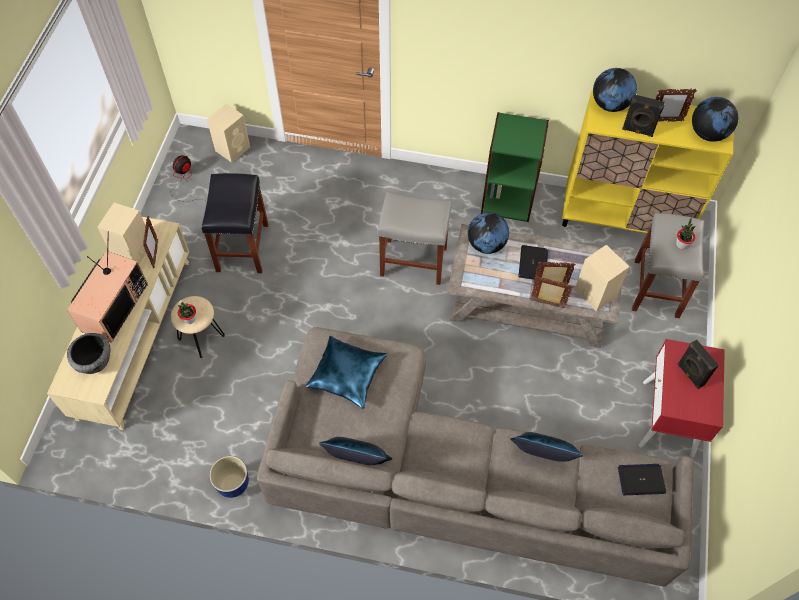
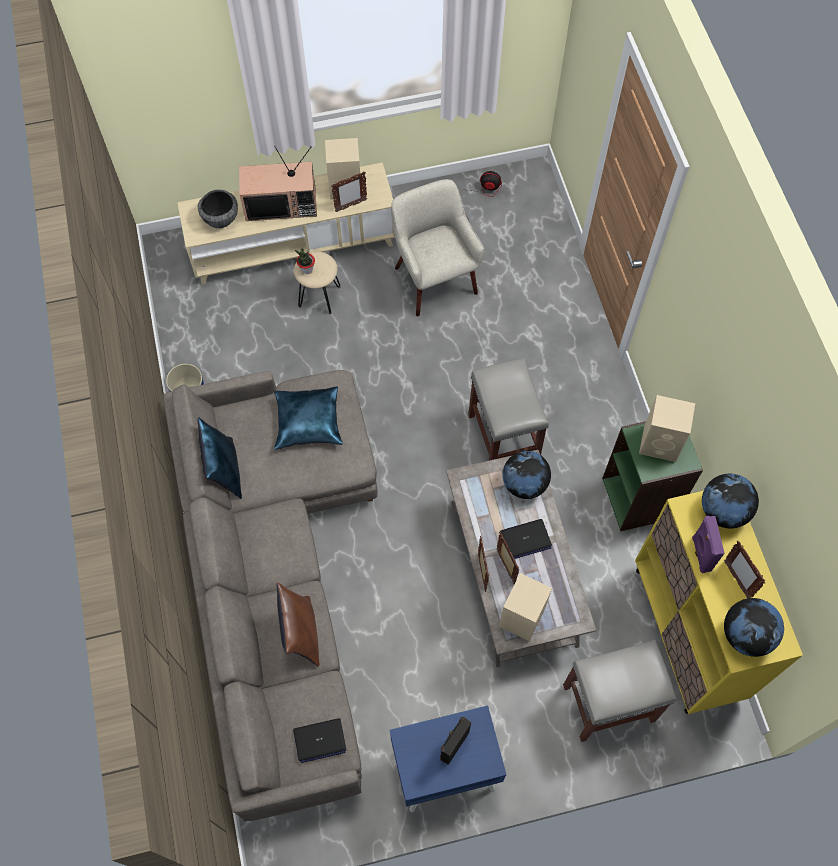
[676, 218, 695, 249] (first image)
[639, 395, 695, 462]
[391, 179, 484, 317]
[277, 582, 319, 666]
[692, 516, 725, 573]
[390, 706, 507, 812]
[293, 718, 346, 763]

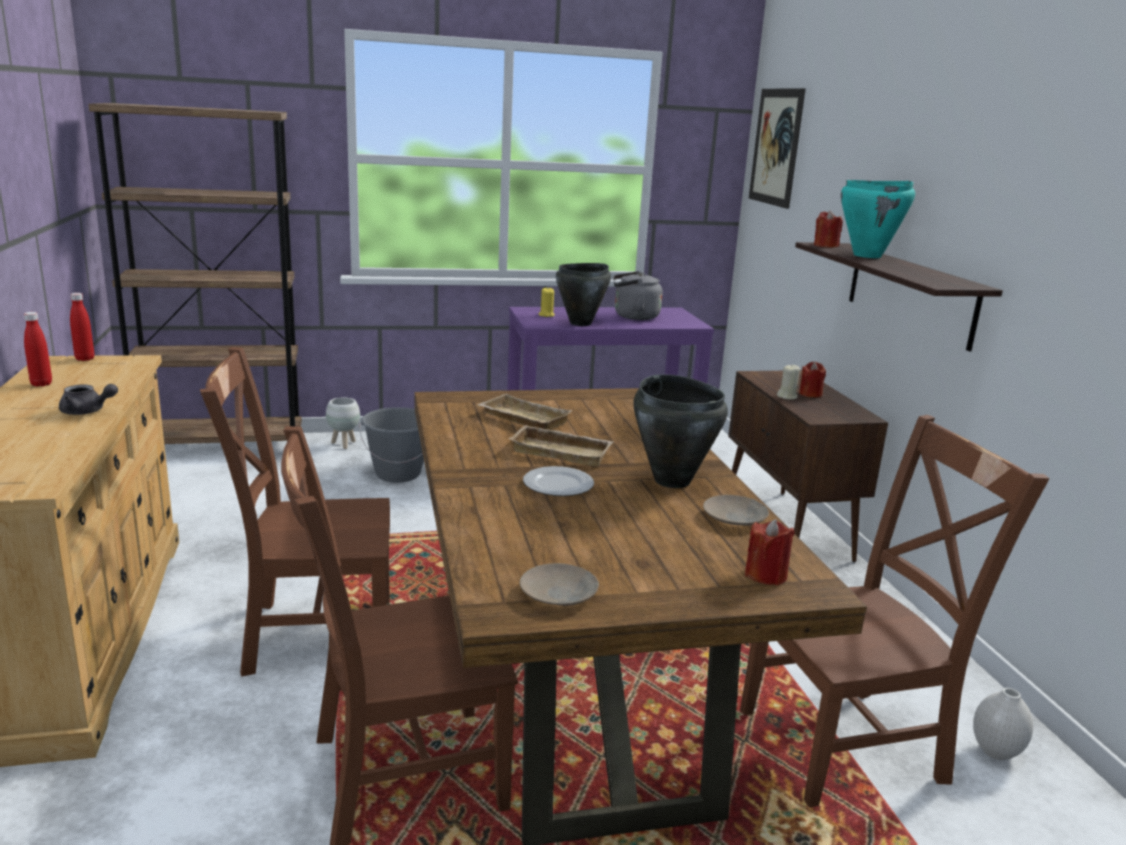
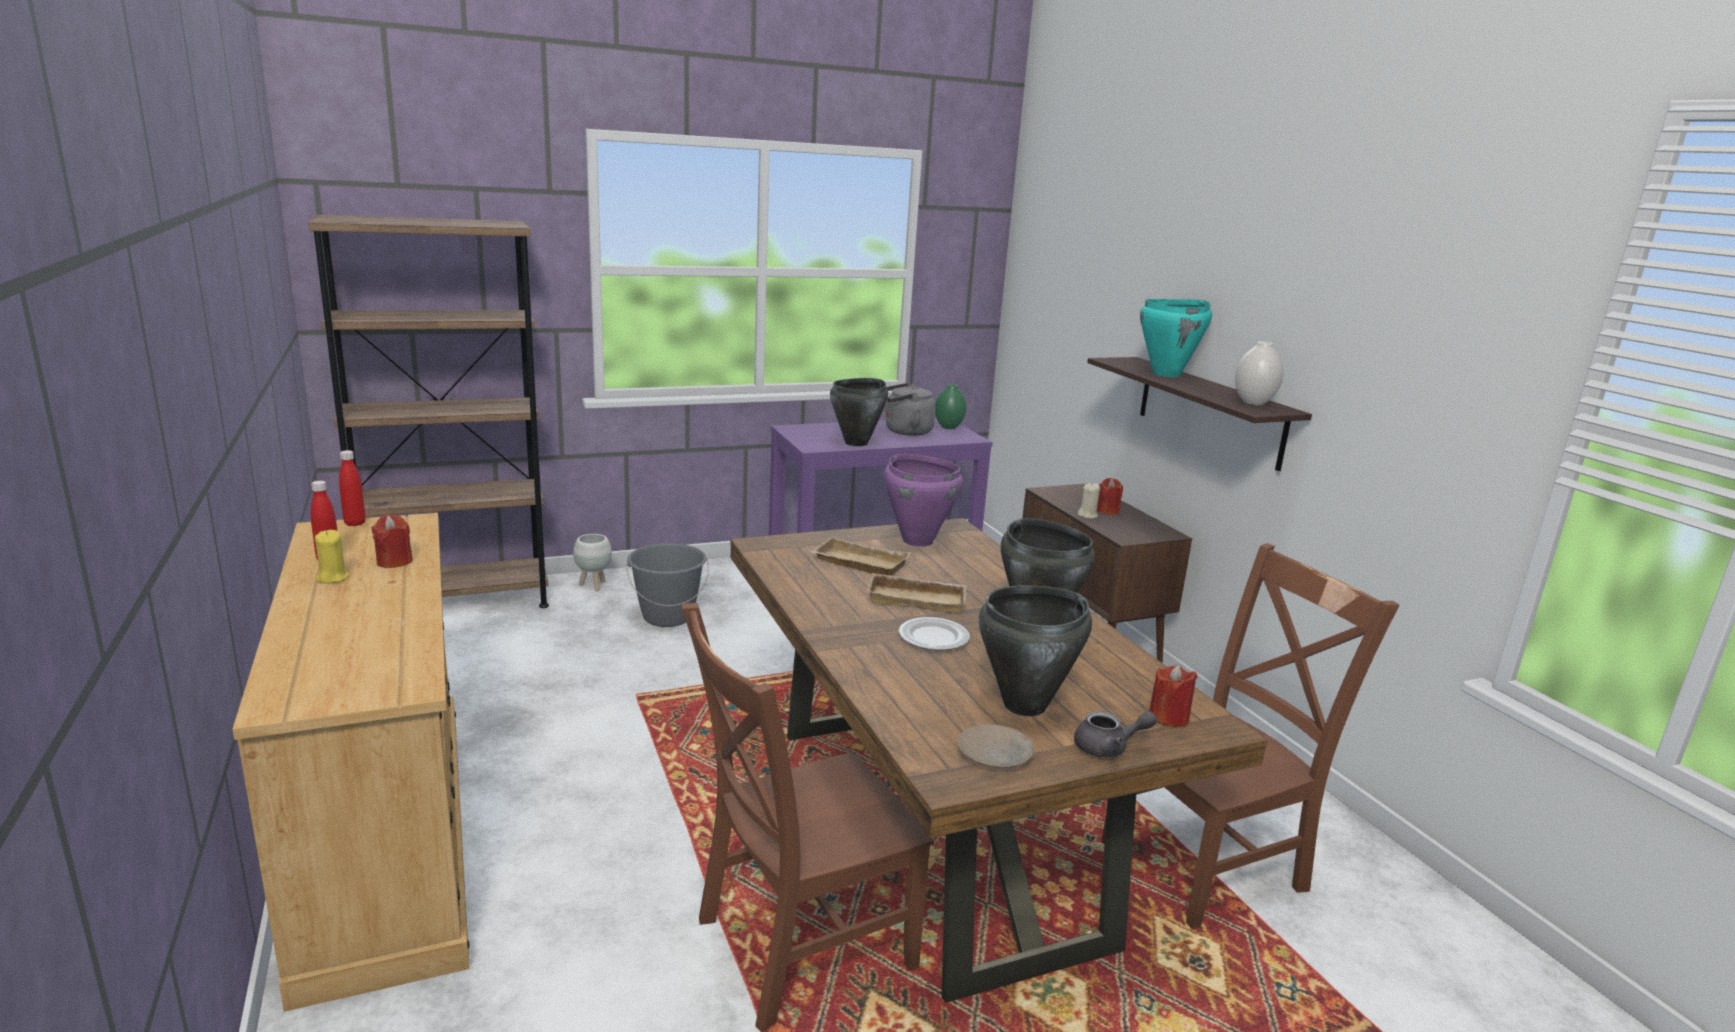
[200, 347, 390, 676] (first image)
[703, 495, 769, 526] (first image)
[749, 88, 806, 209] (first image)
[884, 454, 963, 547]
[935, 384, 966, 429]
[979, 585, 1092, 716]
[1074, 711, 1157, 757]
[315, 530, 349, 584]
[371, 515, 413, 568]
[1235, 341, 1284, 405]

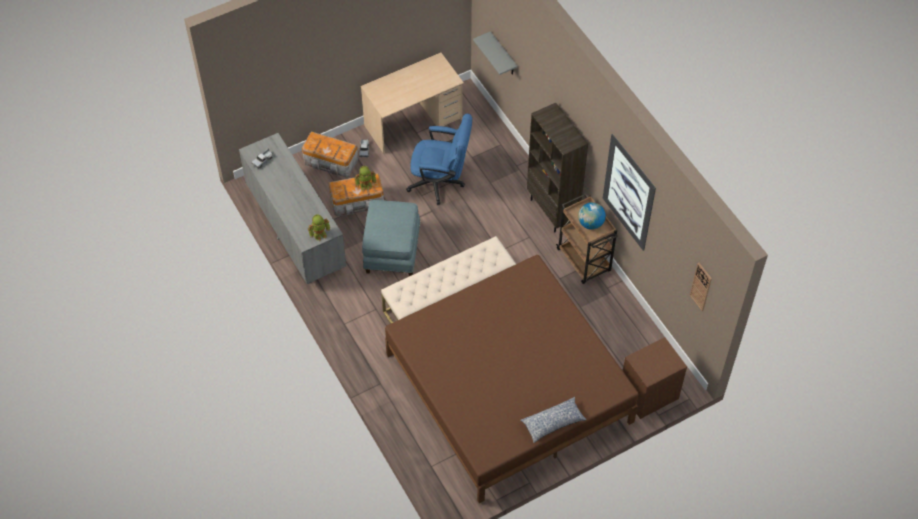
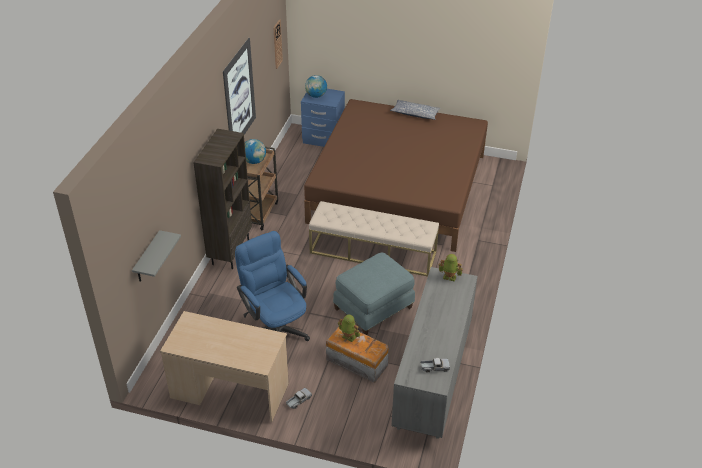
[302, 131, 358, 178] (first image)
[305, 75, 327, 98]
[301, 89, 345, 147]

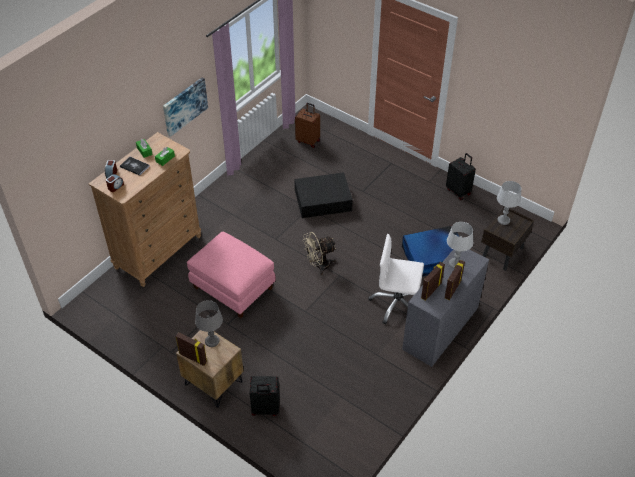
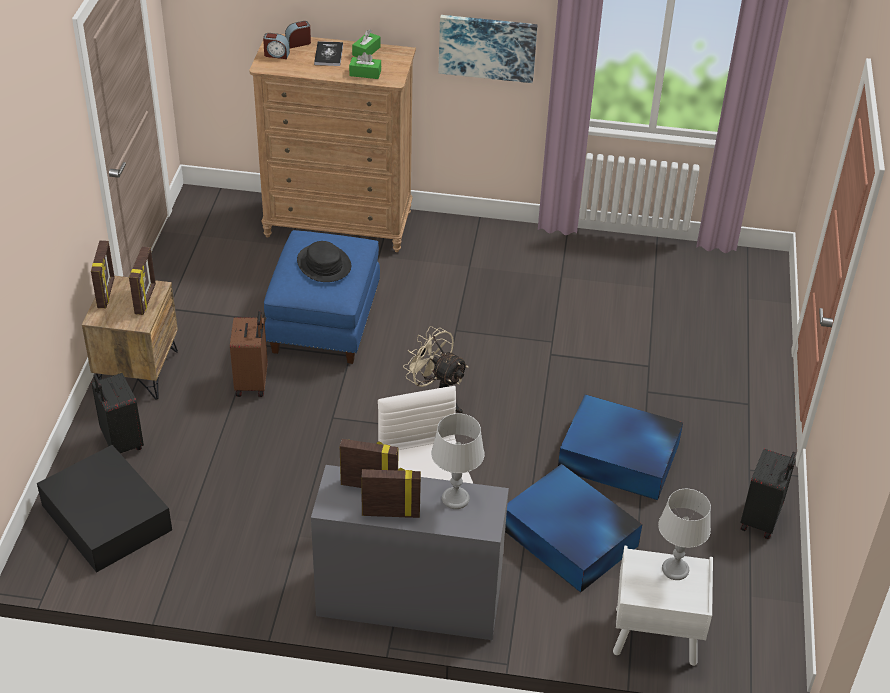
[297, 241, 351, 282]
[558, 394, 683, 500]
[230, 311, 268, 397]
[37, 445, 172, 573]
[129, 247, 156, 315]
[264, 230, 380, 364]
[613, 545, 713, 666]

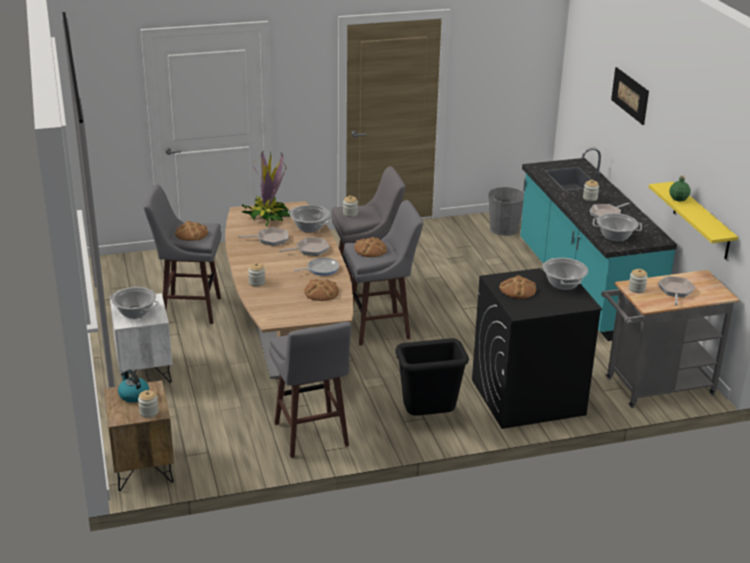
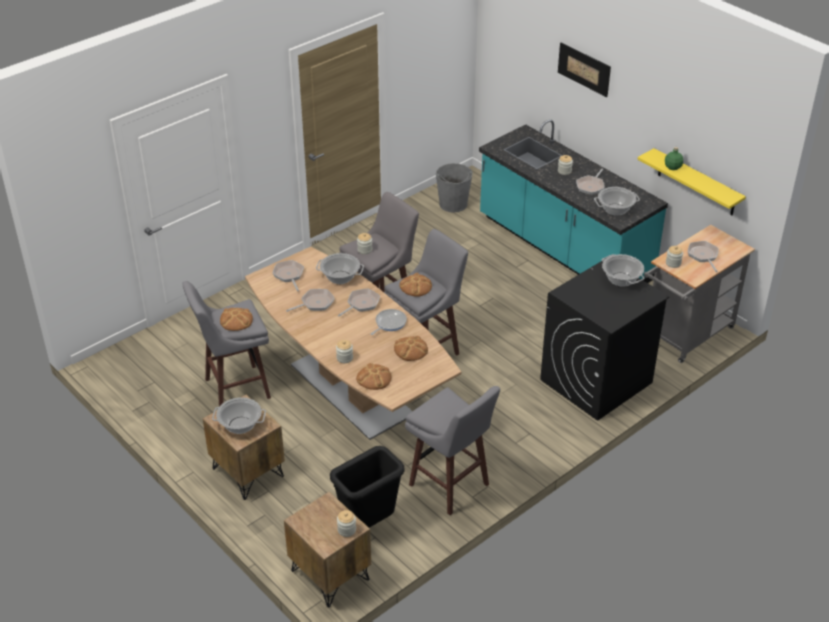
[118, 369, 149, 402] (first image)
[330, 446, 404, 528]
[356, 363, 391, 390]
[272, 260, 304, 291]
[203, 395, 285, 500]

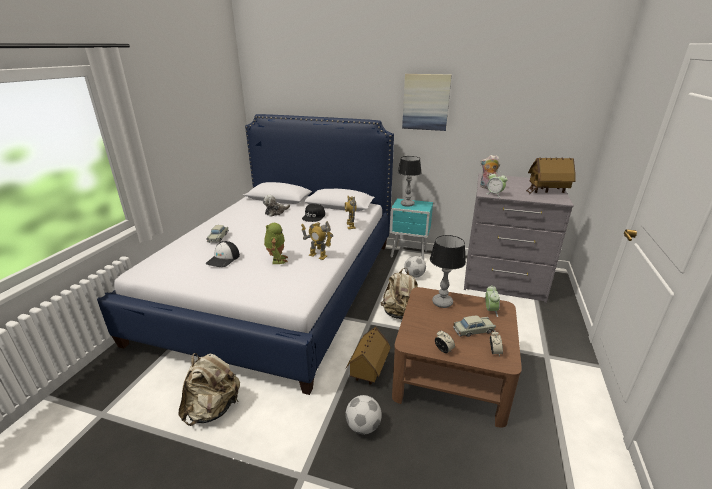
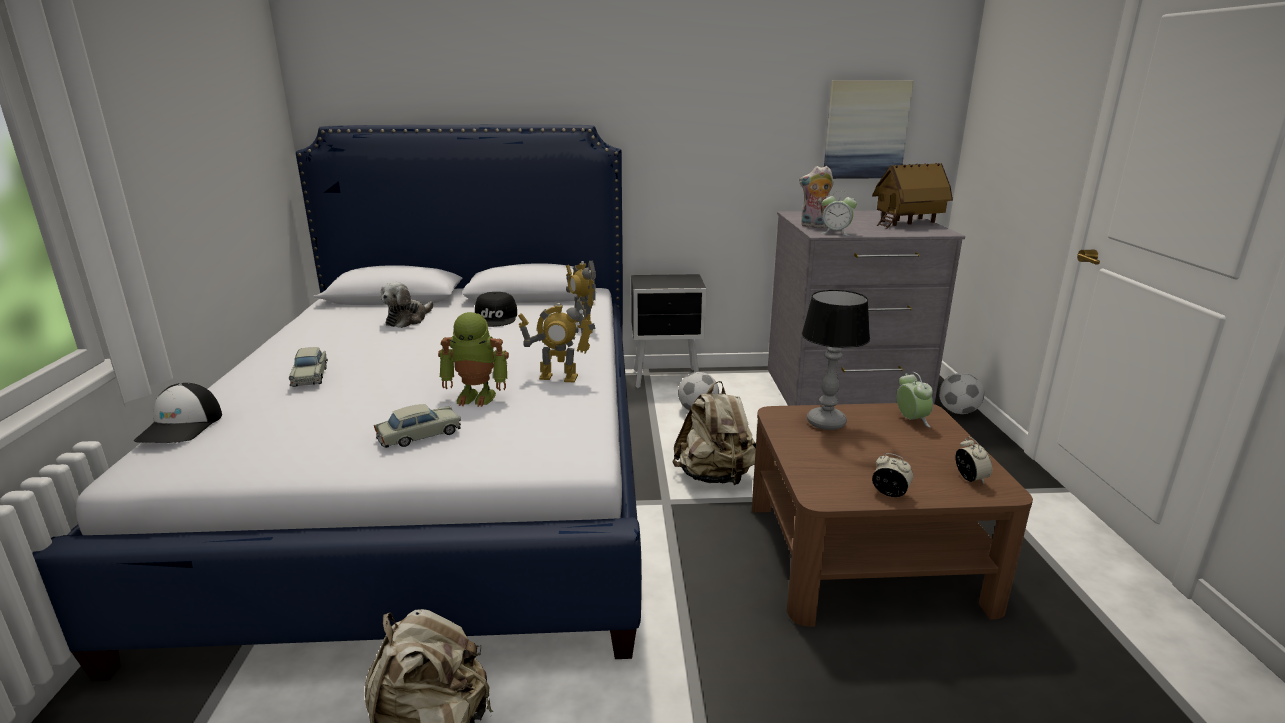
[346, 327, 391, 384] (first image)
[398, 156, 421, 207] (first image)
[134, 383, 222, 443]
[939, 373, 984, 414]
[824, 81, 914, 179]
[374, 404, 461, 448]
[631, 274, 706, 388]
[438, 312, 509, 407]

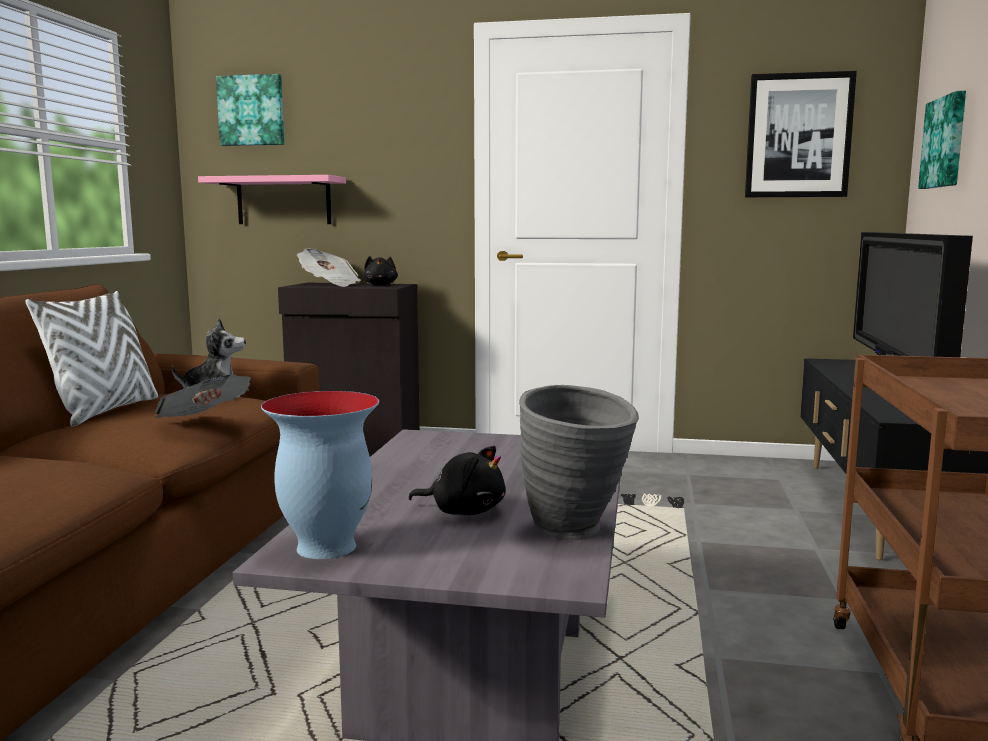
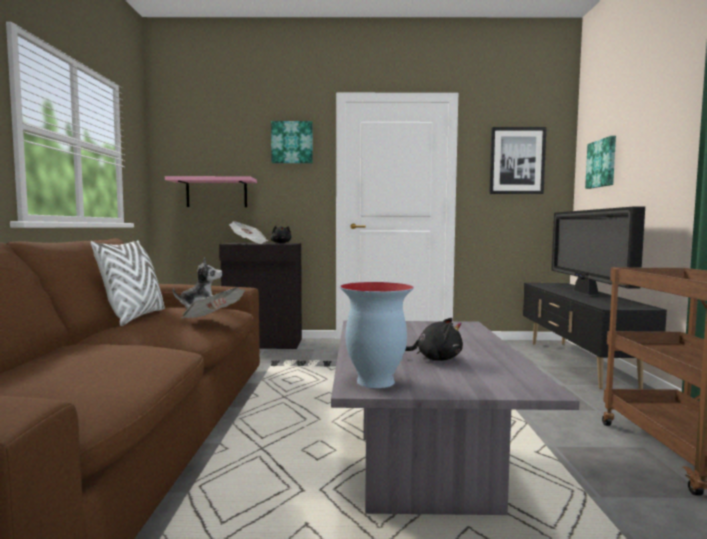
[519, 385, 639, 540] (first image)
[271, 121, 313, 164]

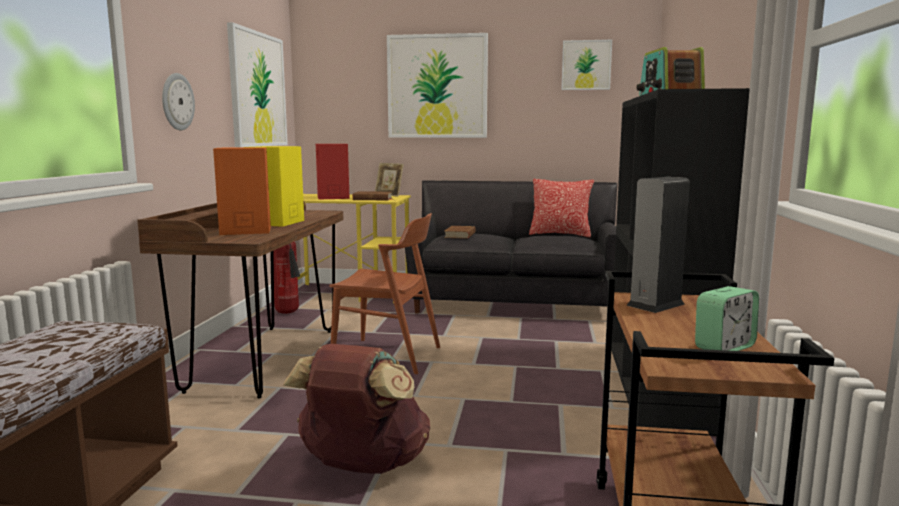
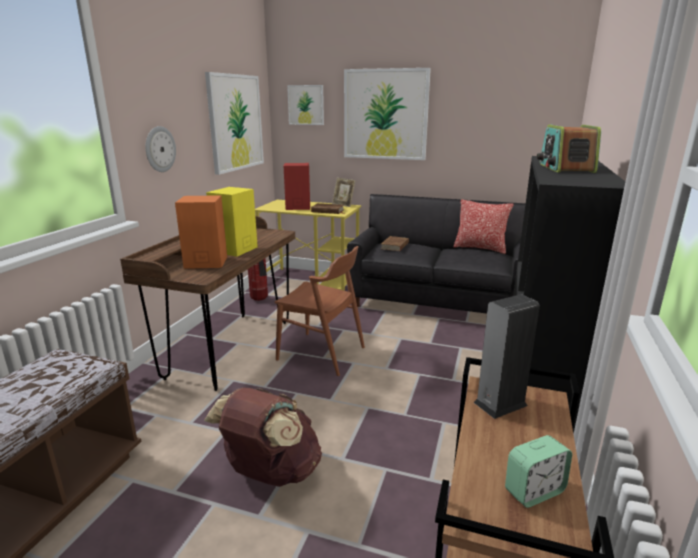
[287, 85, 324, 125]

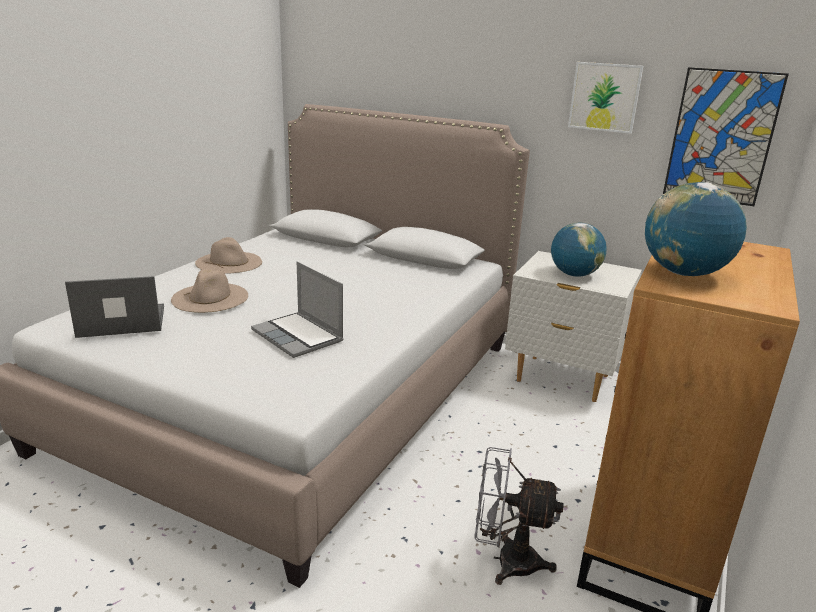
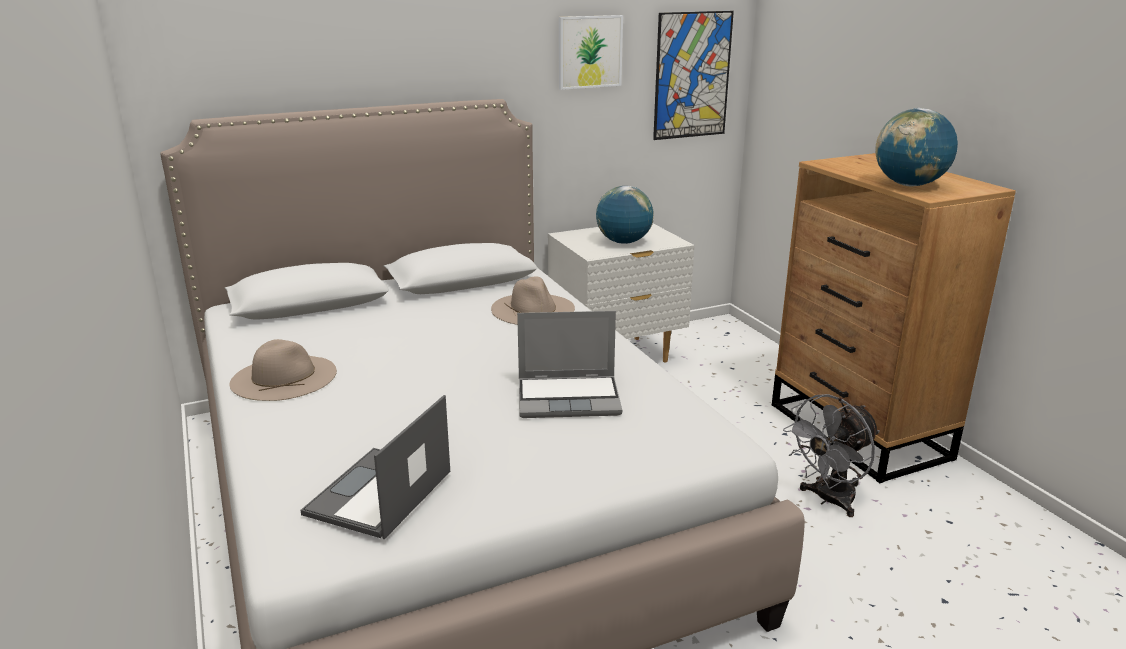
[491, 276, 575, 325]

